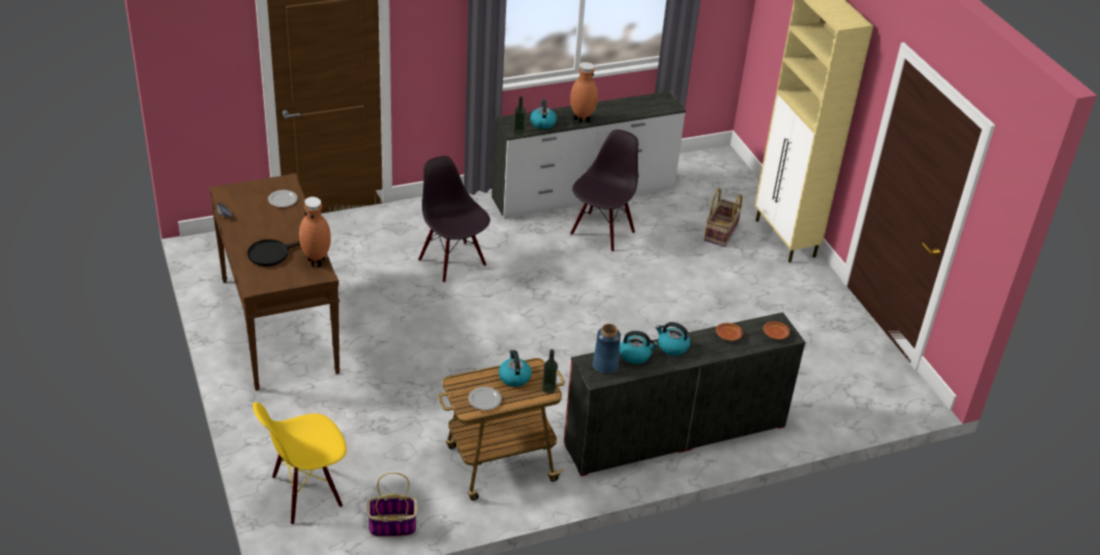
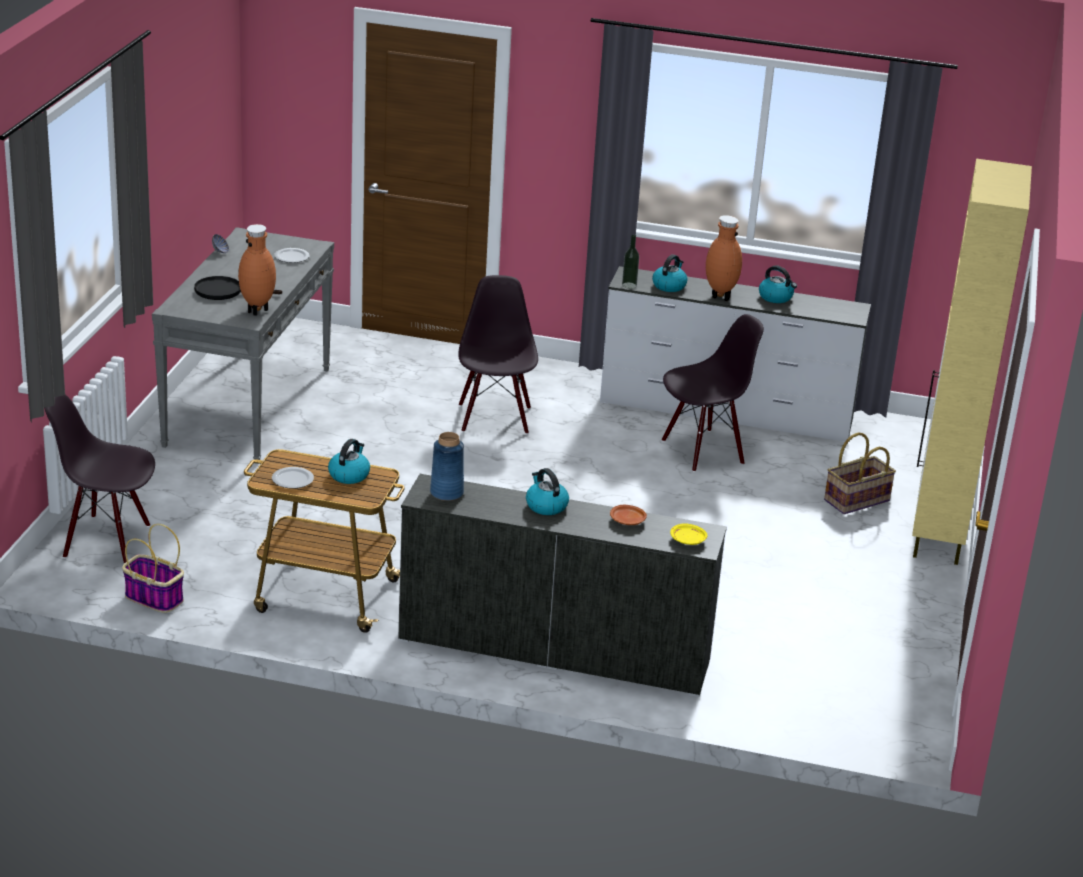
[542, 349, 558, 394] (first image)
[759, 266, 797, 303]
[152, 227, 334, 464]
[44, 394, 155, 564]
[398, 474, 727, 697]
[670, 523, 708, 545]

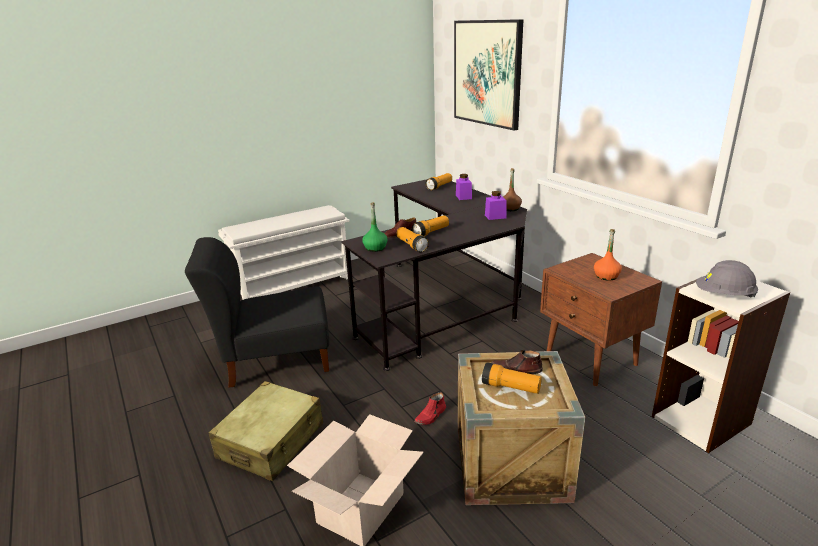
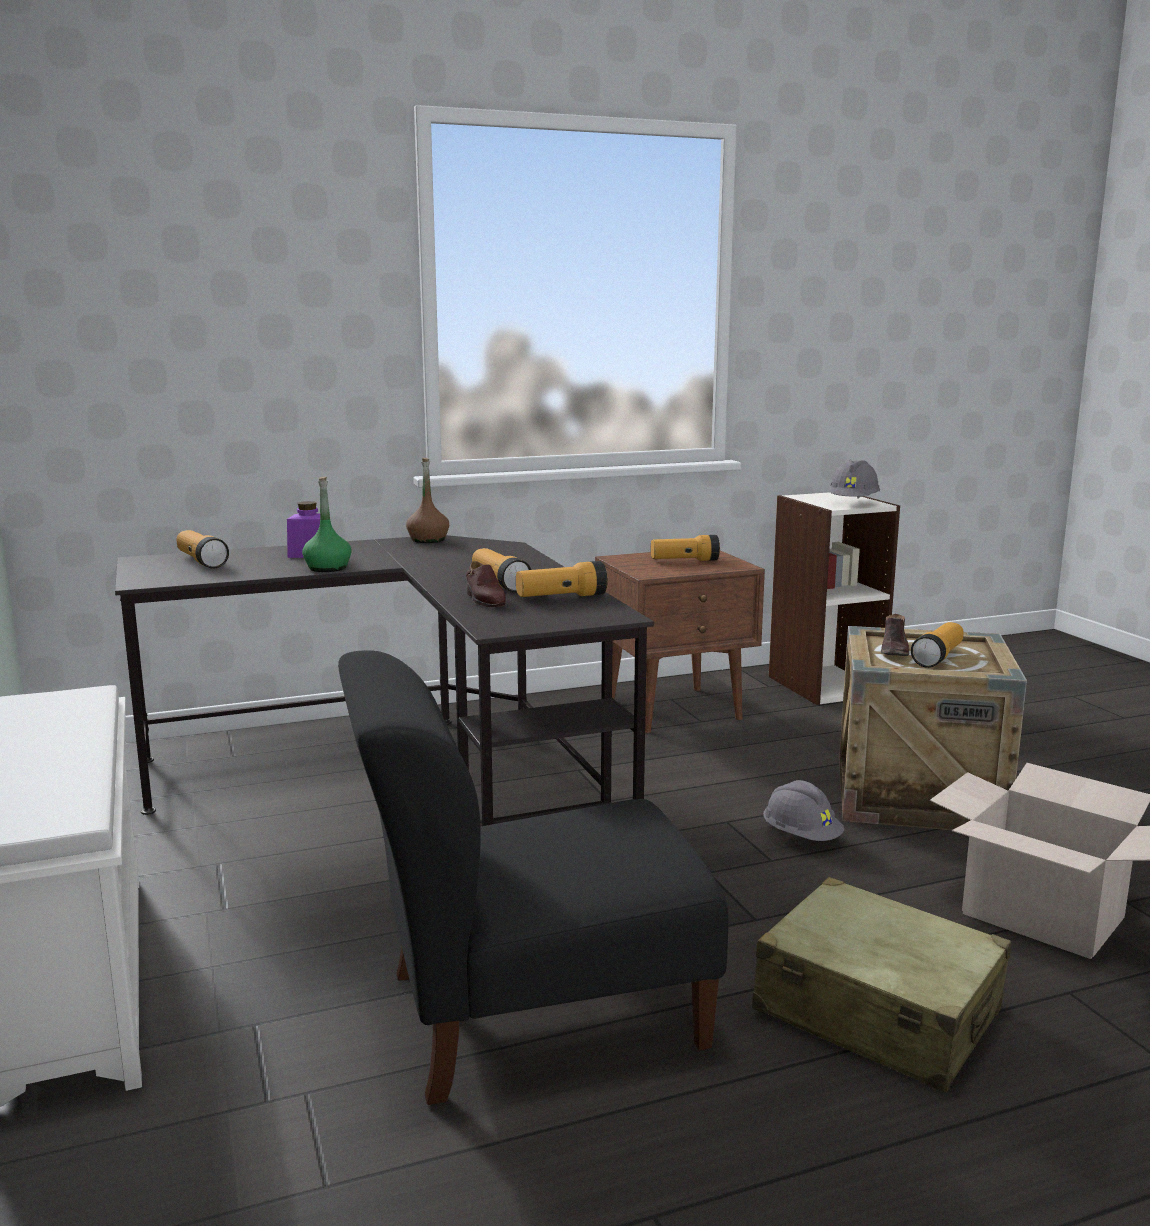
[454, 19, 524, 131] (first image)
[485, 191, 507, 220] (first image)
[302, 476, 352, 572]
[763, 780, 844, 841]
[651, 535, 720, 561]
[338, 650, 728, 1105]

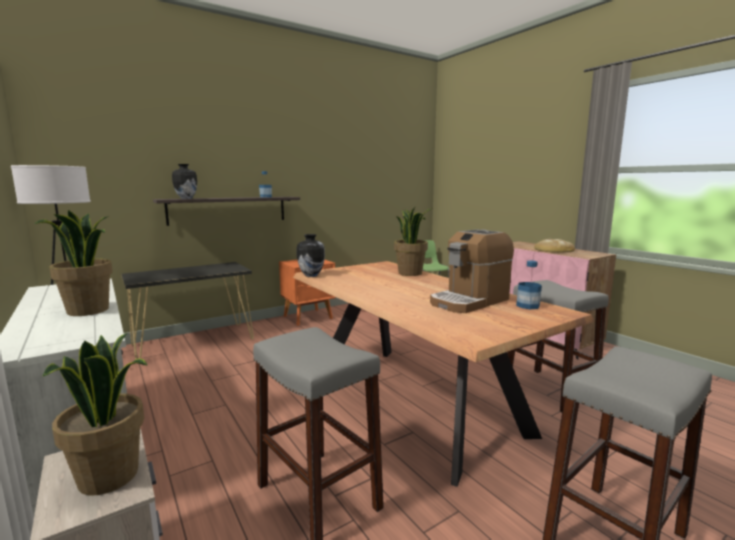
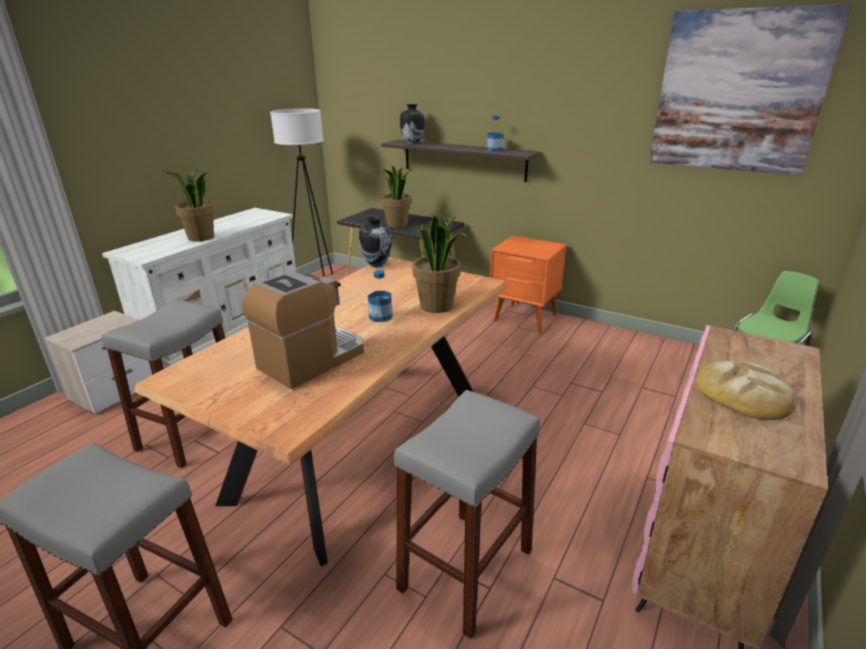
[649, 4, 852, 175]
[376, 166, 413, 228]
[368, 270, 393, 322]
[242, 271, 364, 389]

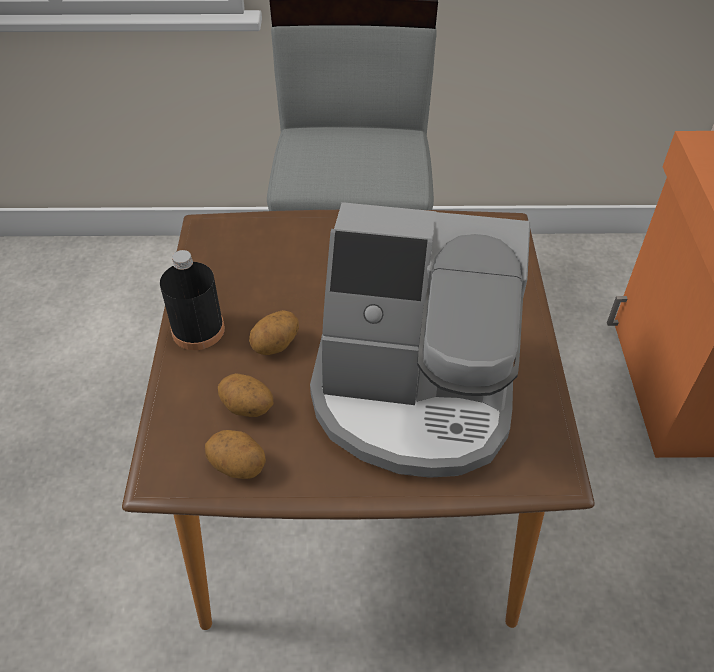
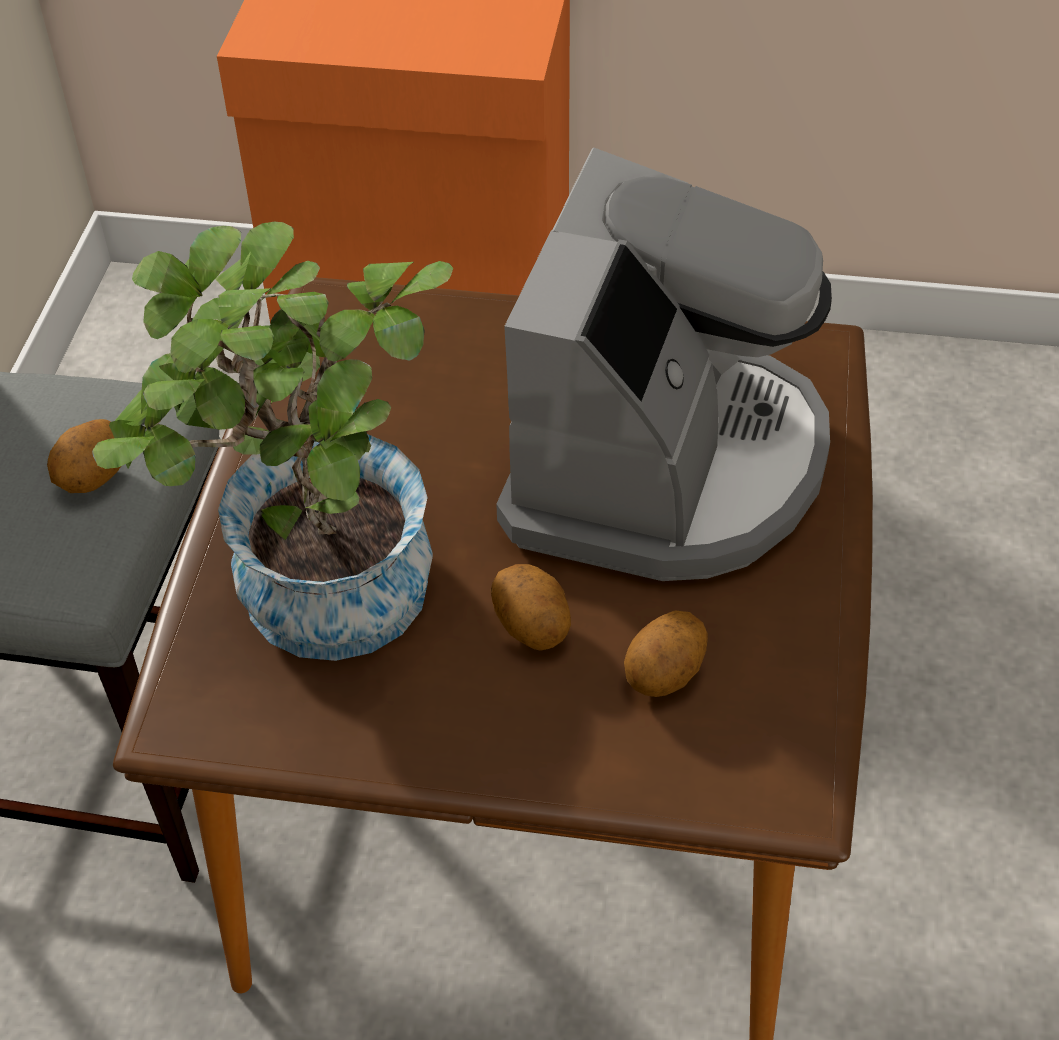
[160, 250, 225, 350] (first image)
[92, 222, 453, 661]
[47, 419, 120, 493]

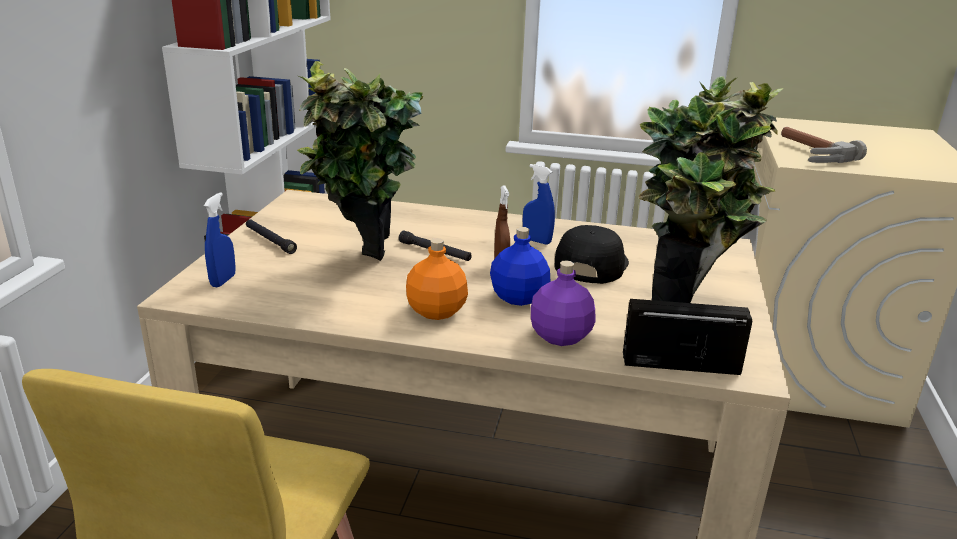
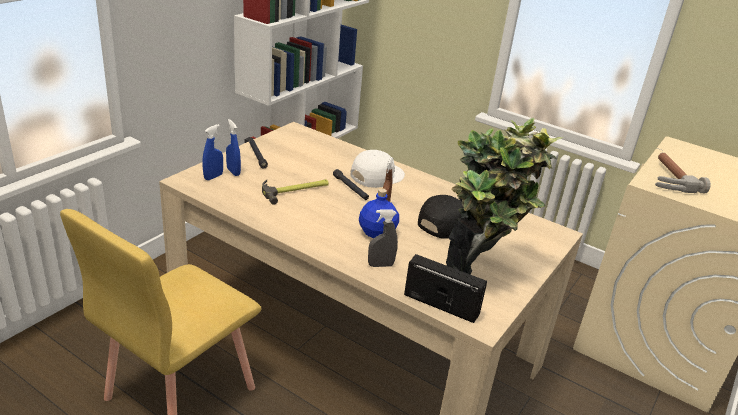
[406, 238, 468, 320] (first image)
[351, 150, 405, 188]
[226, 119, 241, 176]
[262, 179, 329, 205]
[368, 209, 398, 267]

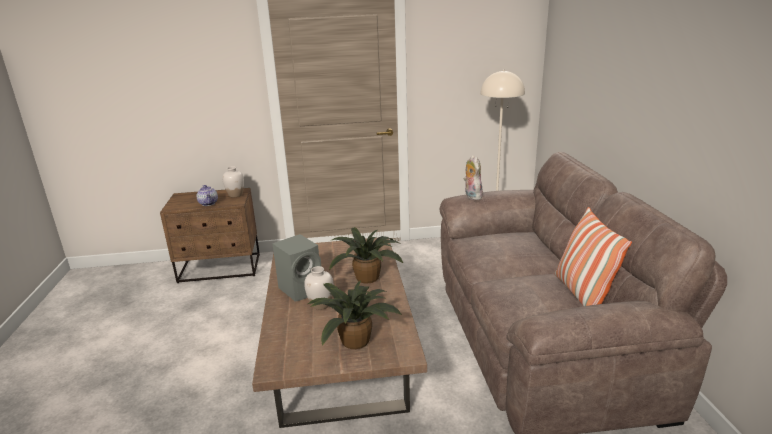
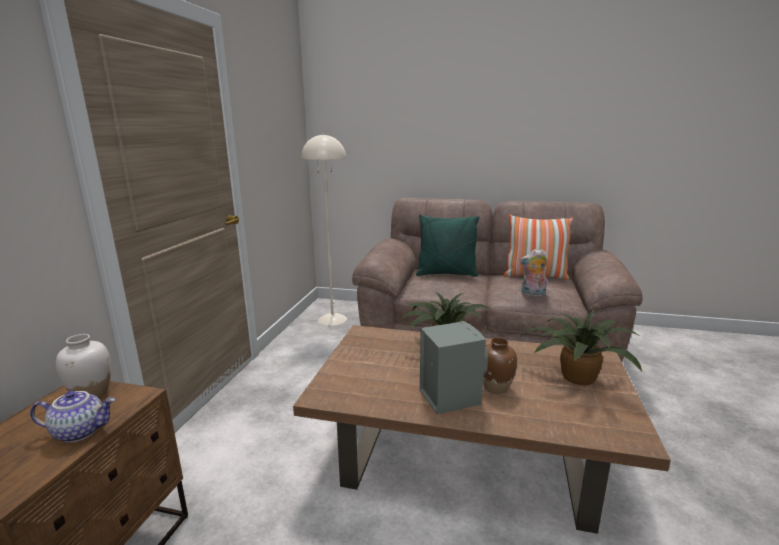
[416, 214, 480, 276]
[520, 249, 548, 297]
[483, 337, 517, 394]

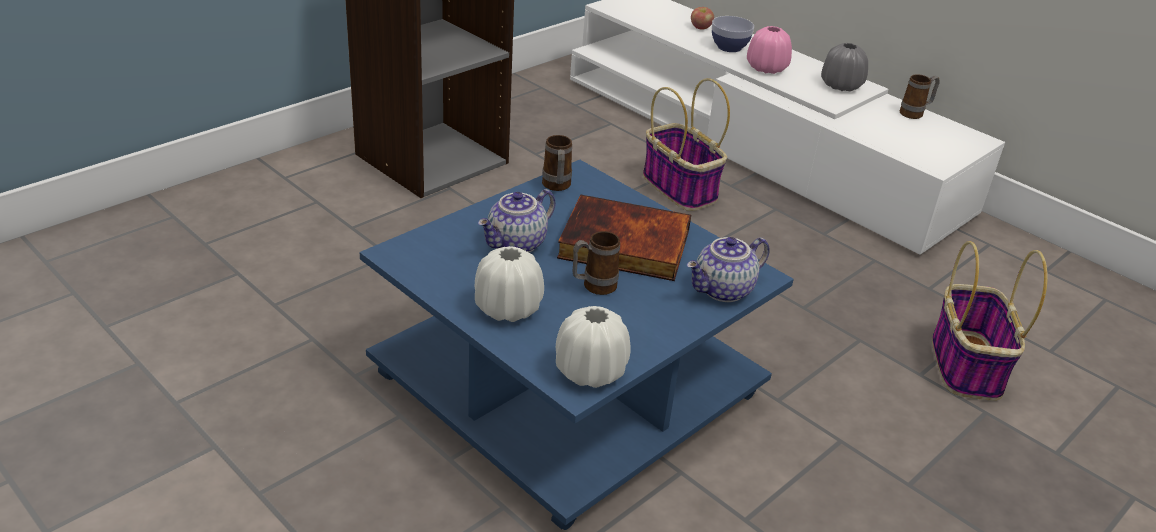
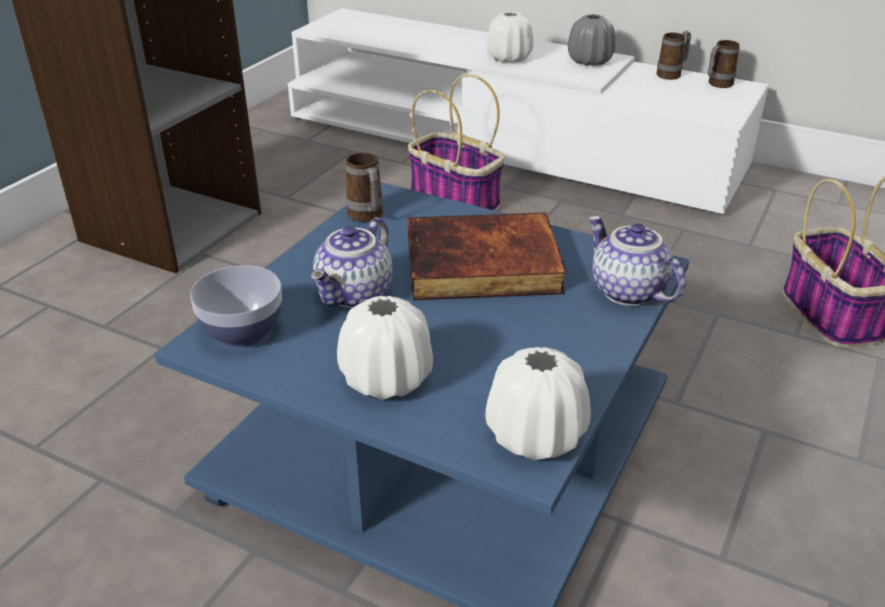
[691, 7, 714, 30] (first image)
[708, 40, 740, 88]
[190, 265, 282, 347]
[487, 12, 533, 63]
[588, 216, 685, 306]

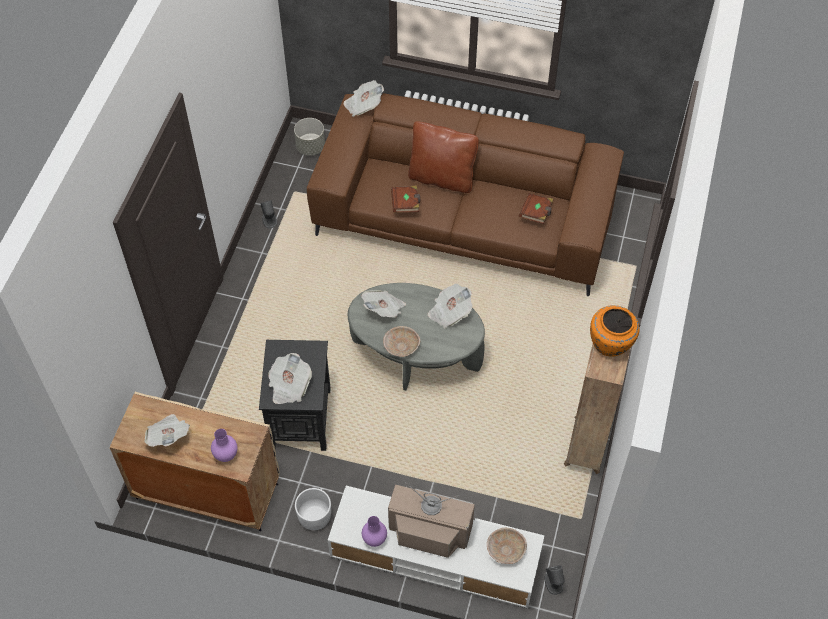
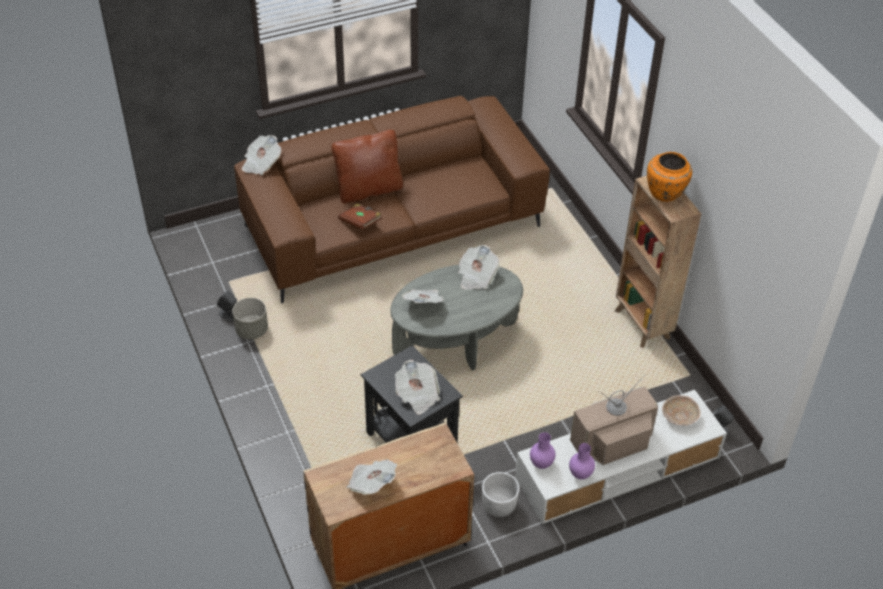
[383, 326, 420, 357] (first image)
[519, 193, 554, 224] (first image)
[530, 432, 555, 469]
[232, 298, 268, 339]

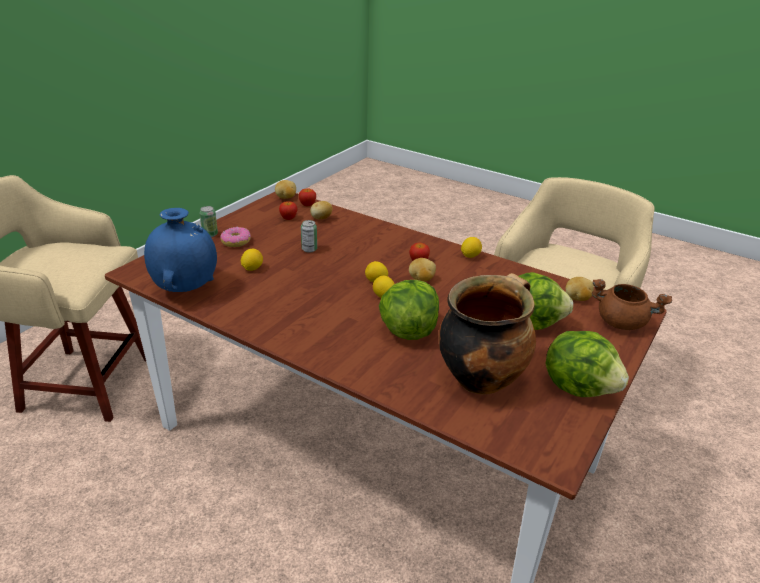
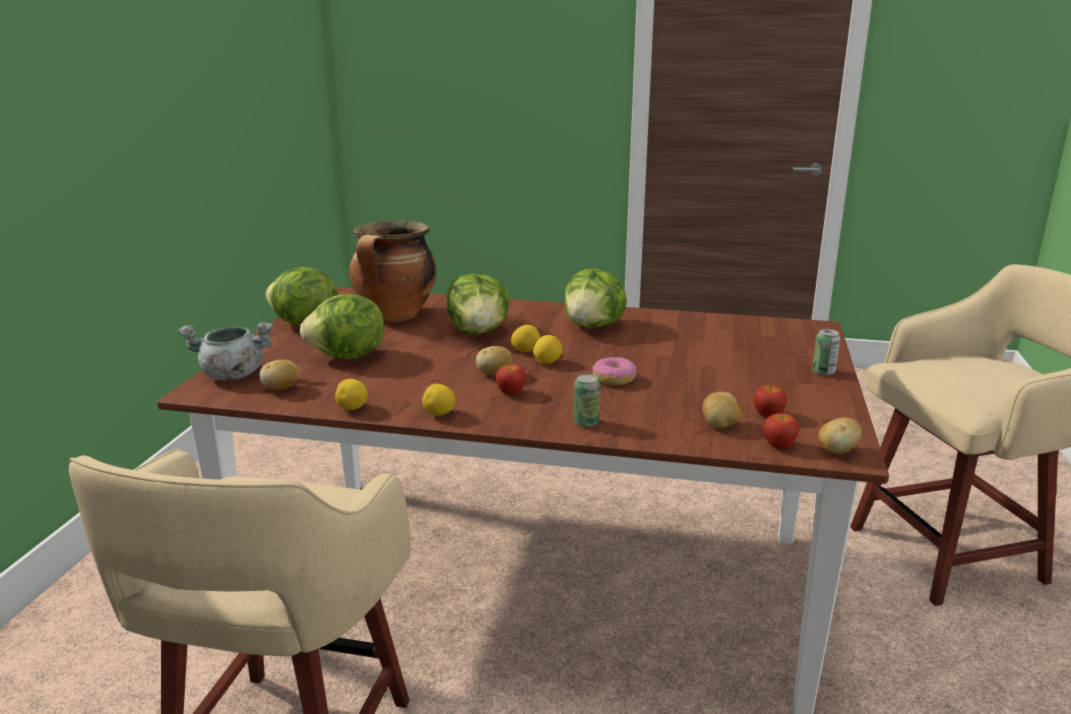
[144, 208, 217, 292] (first image)
[564, 269, 627, 328]
[592, 357, 637, 385]
[335, 379, 368, 410]
[573, 374, 600, 427]
[178, 322, 273, 380]

